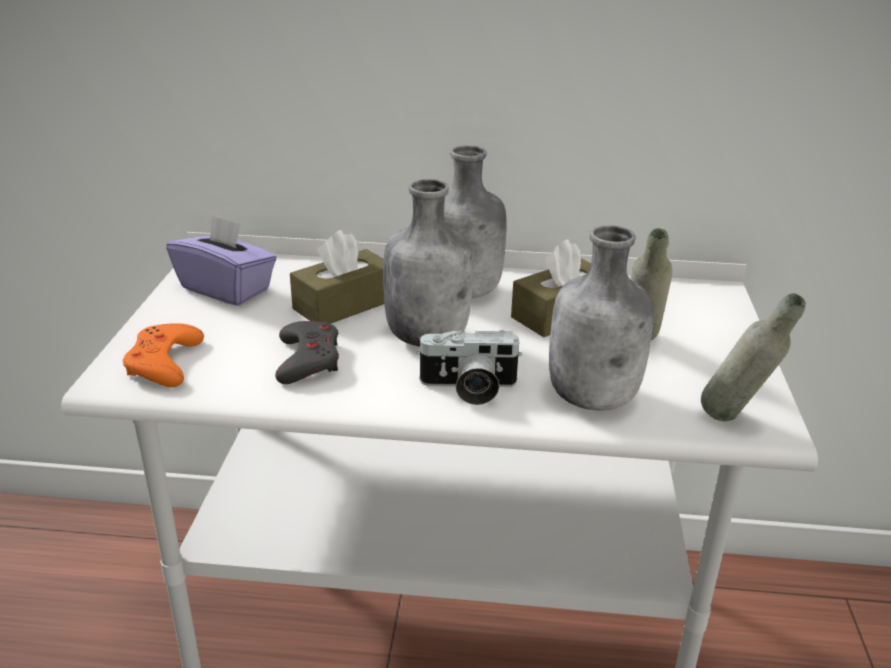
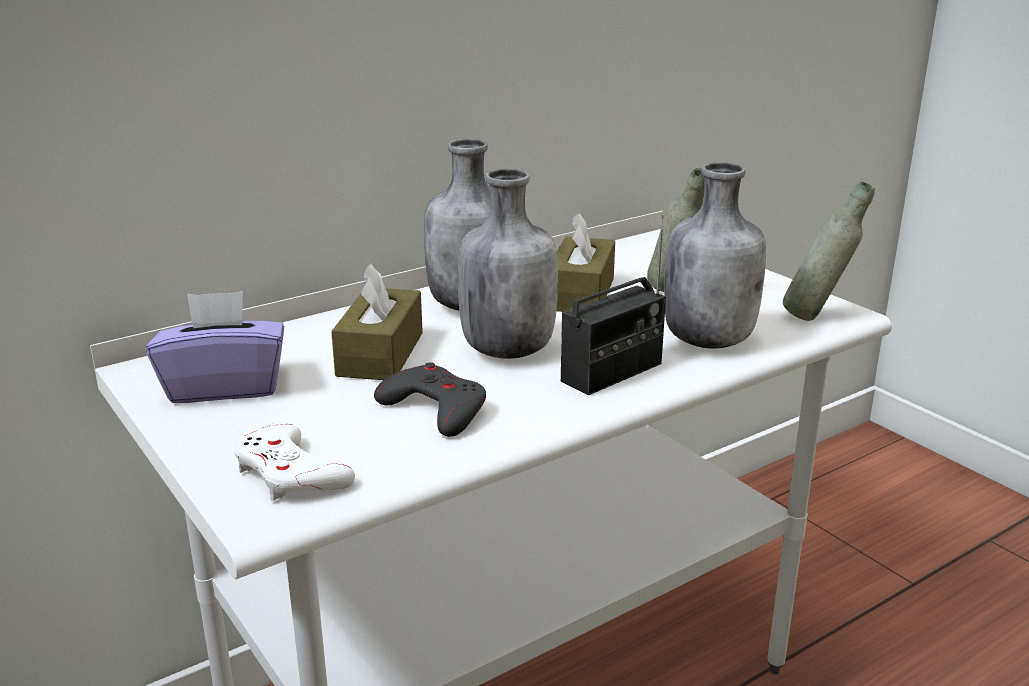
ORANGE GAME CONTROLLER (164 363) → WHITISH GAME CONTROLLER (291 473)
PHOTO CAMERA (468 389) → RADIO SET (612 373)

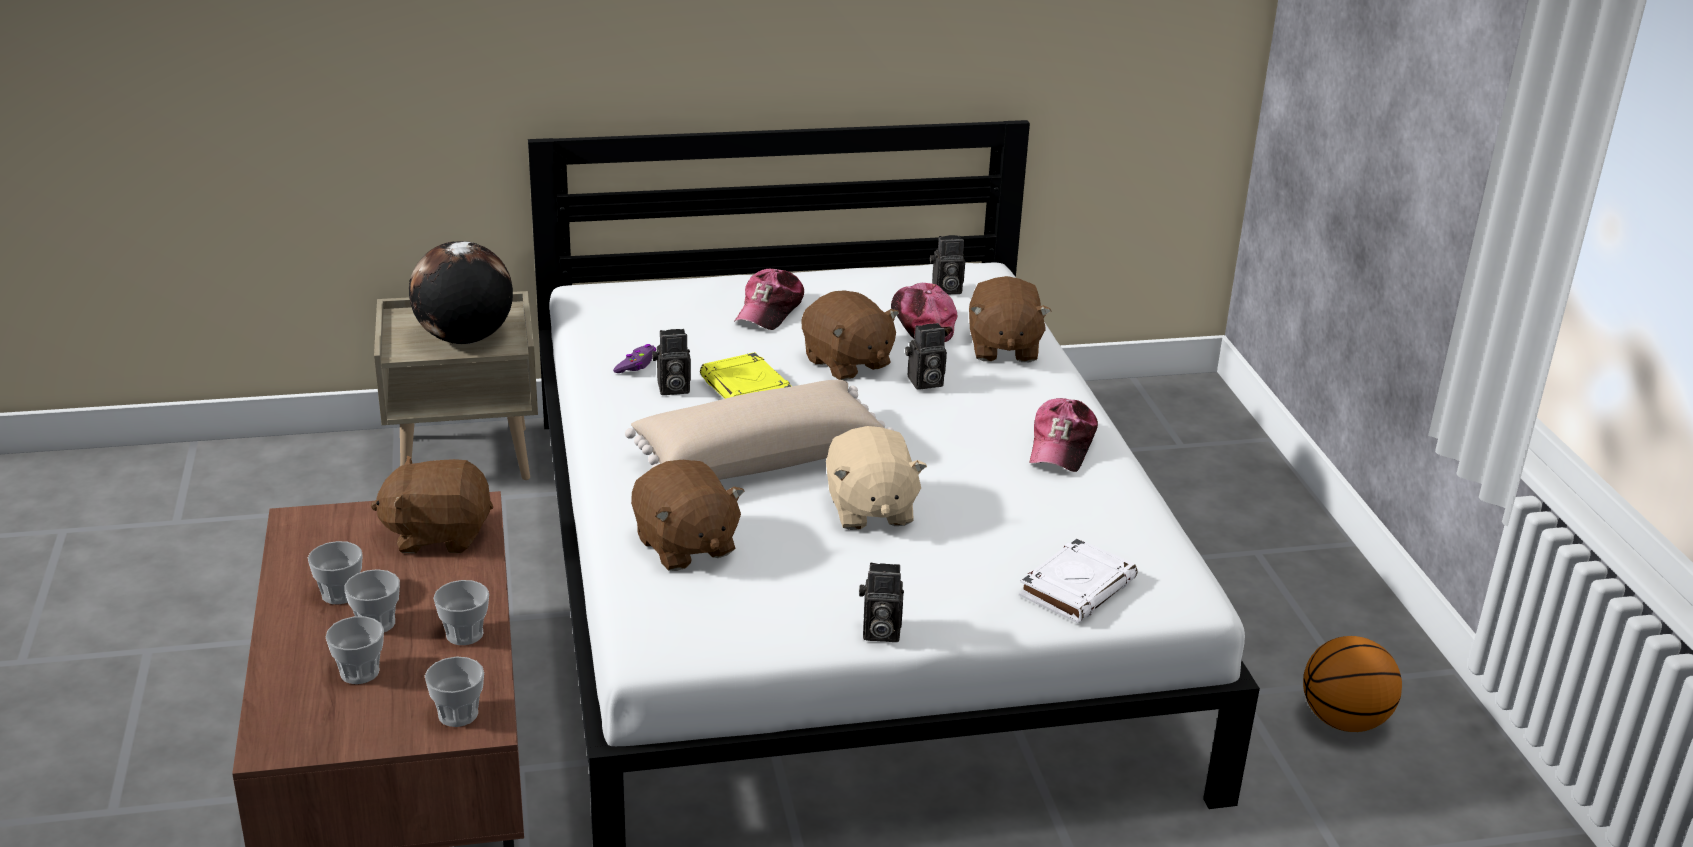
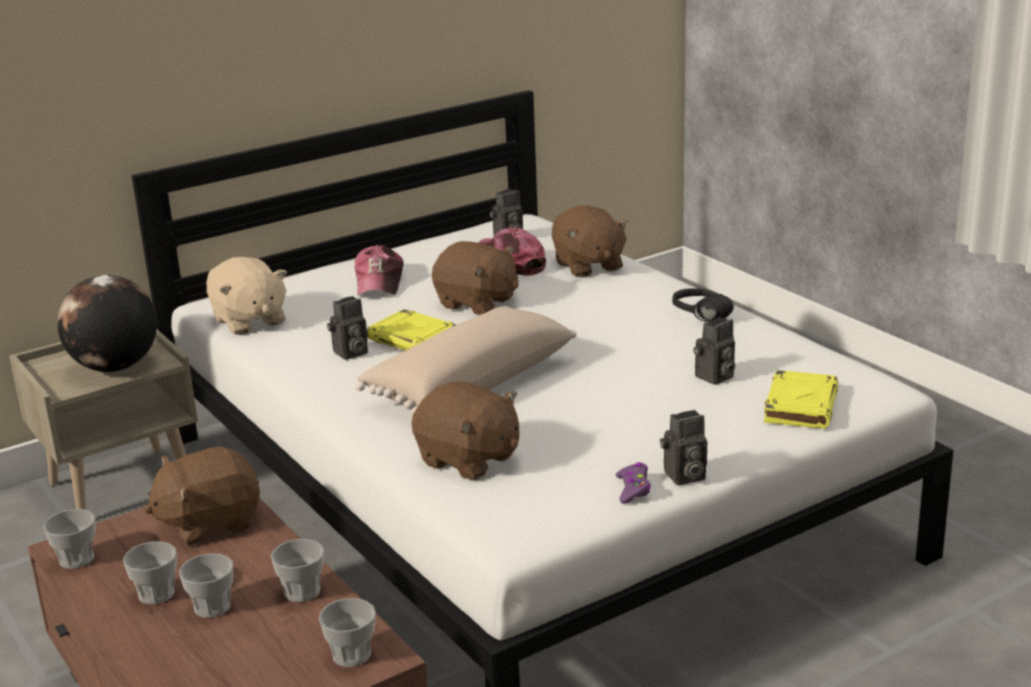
SMALL CUP (359 672) → SMALL CUP (76 559), moved
BEIGE SOFT TOY (869 510) → BEIGE SOFT TOY (249 321), moved
PURPLE-COLOURED GAME CONTROLLER (636 365) → PURPLE-COLOURED GAME CONTROLLER (633 489), moved
PEAKED CAP (1061 446) → BLACK-COLOURED HEADSET (696 318)
PHOTO CAMERA (924 383) → PHOTO CAMERA (715 377), moved
WHITISH VOLUME (1077 587) → YELLOW VOLUME (800 405)
BALL FOR BASKETBALL (1344 721) → -

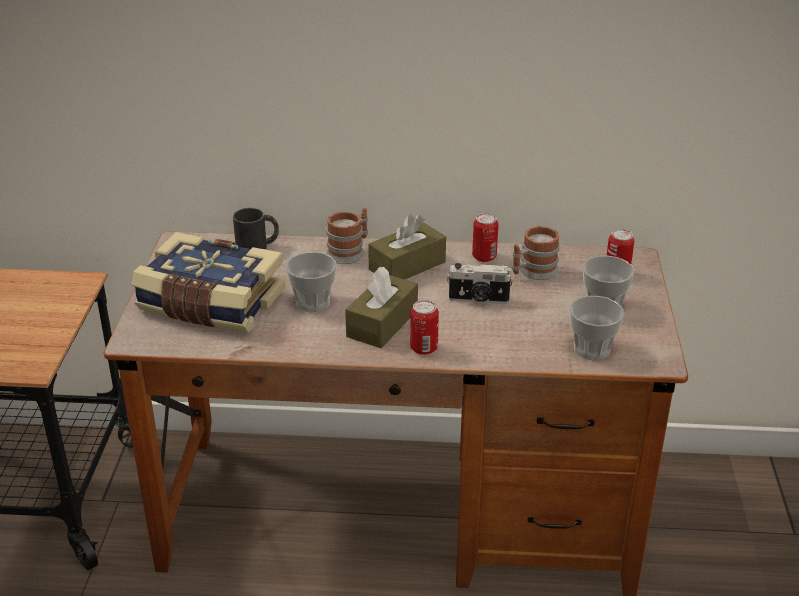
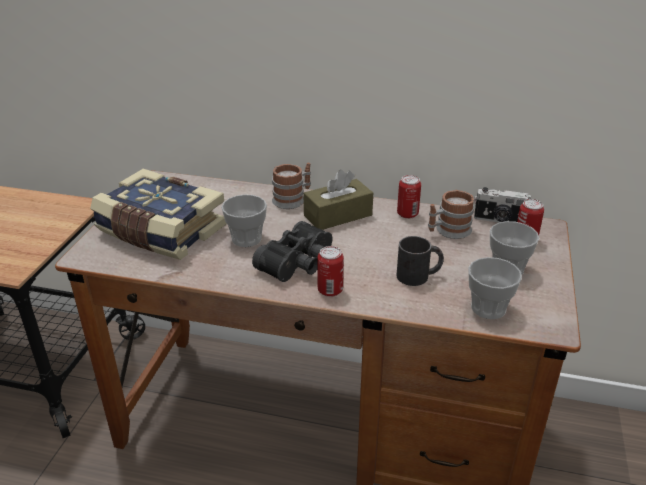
BROWNISH BOX OF TISSUES (382 323) → BLACK-COLOURED FIELD GLASSES (300 263)
BLACK-COLOURED TEA MUG (258 246) → BLACK-COLOURED TEA MUG (419 276), moved
PHOTO CAMERA (478 300) → PHOTO CAMERA (499 220), moved

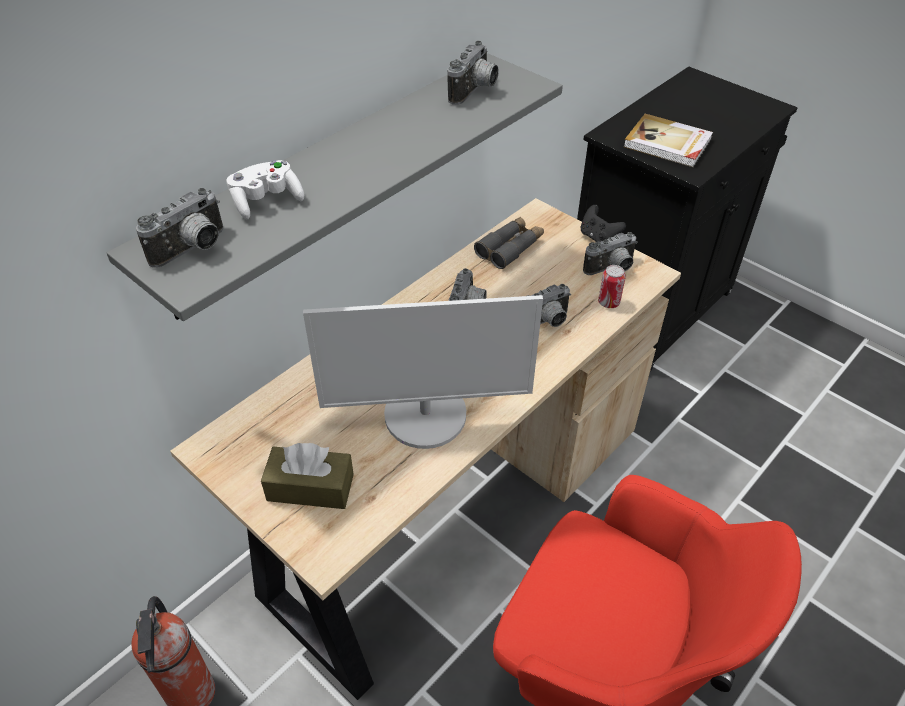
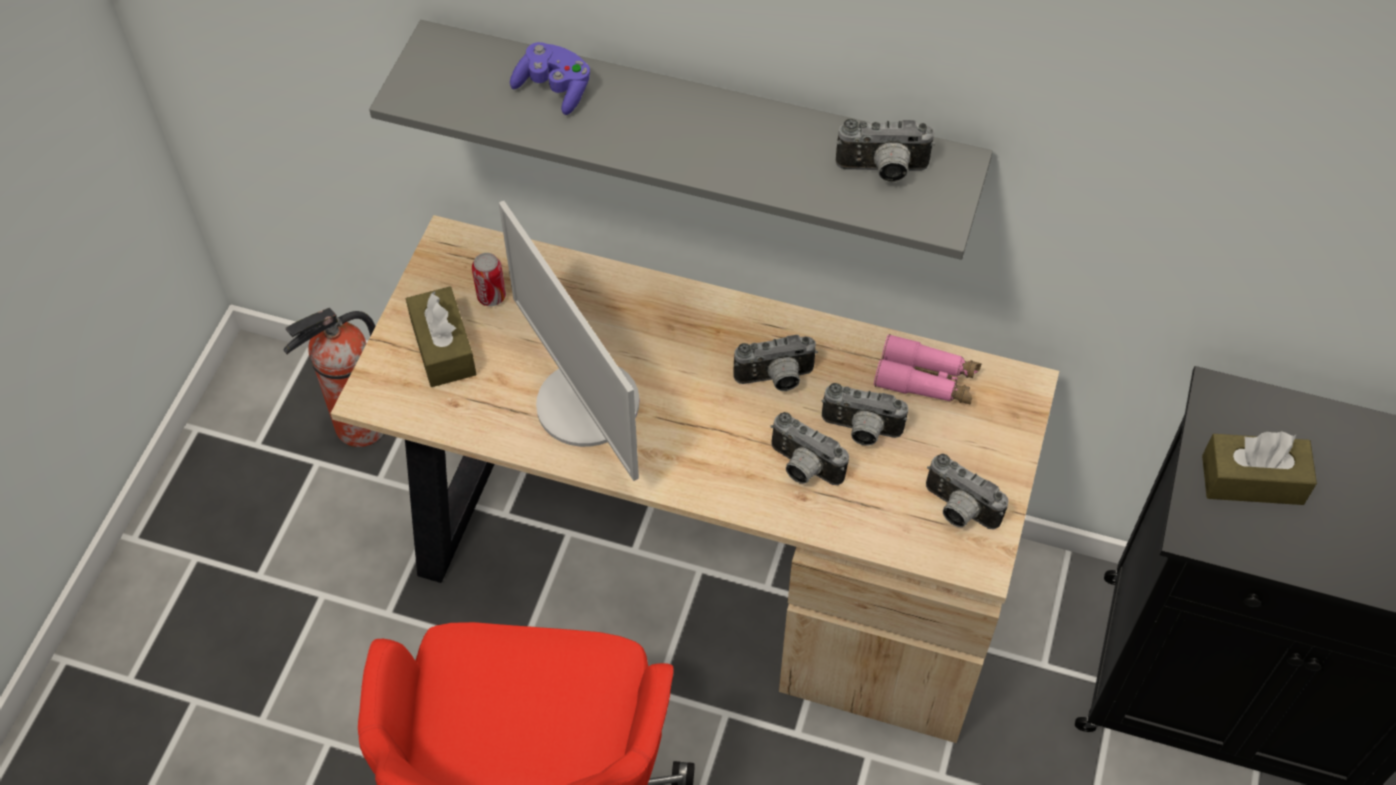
SEALED CAN (608 302) → SEALED CAN (491 296), moved
WHITISH GAME CONTROLLER (266 201) → PURPLE-COLOURED GAME CONTROLLER (554 89)
PHOTO CAMERA (193 250) → PHOTO CAMERA (860 431), moved
GREYISH FIELD GLASSES (510 248) → PINK FIELD GLASSES (926 380)
VOLUME (667 144) → BROWNISH BOX OF TISSUES (1252 480)
BLACK-COLOURED GAME CONTROLLER (598 237) → -

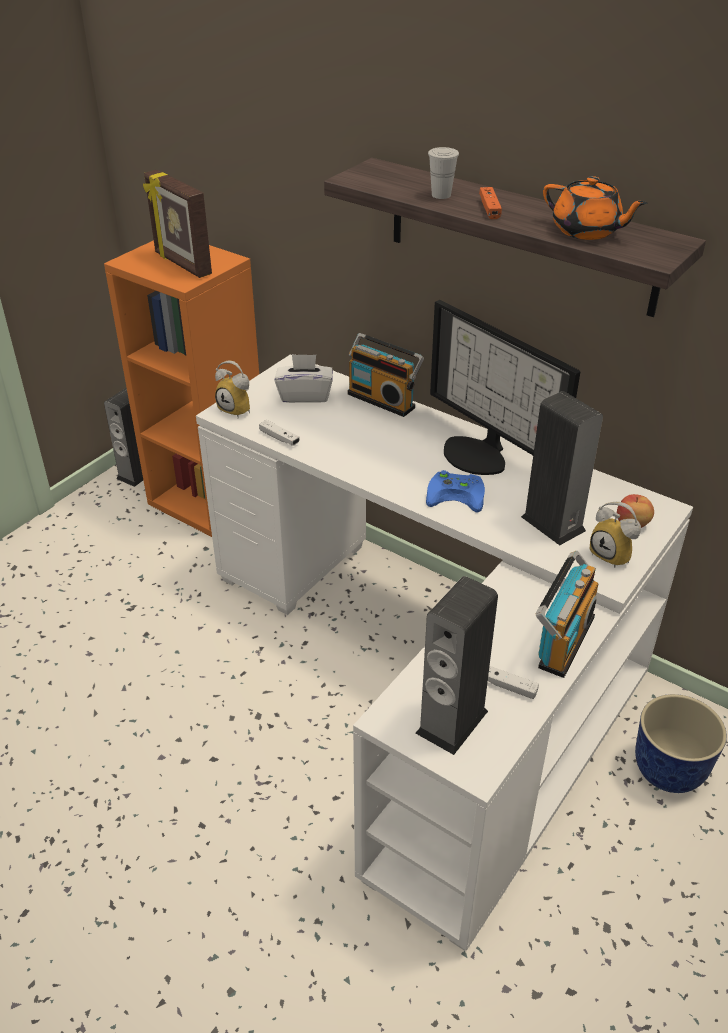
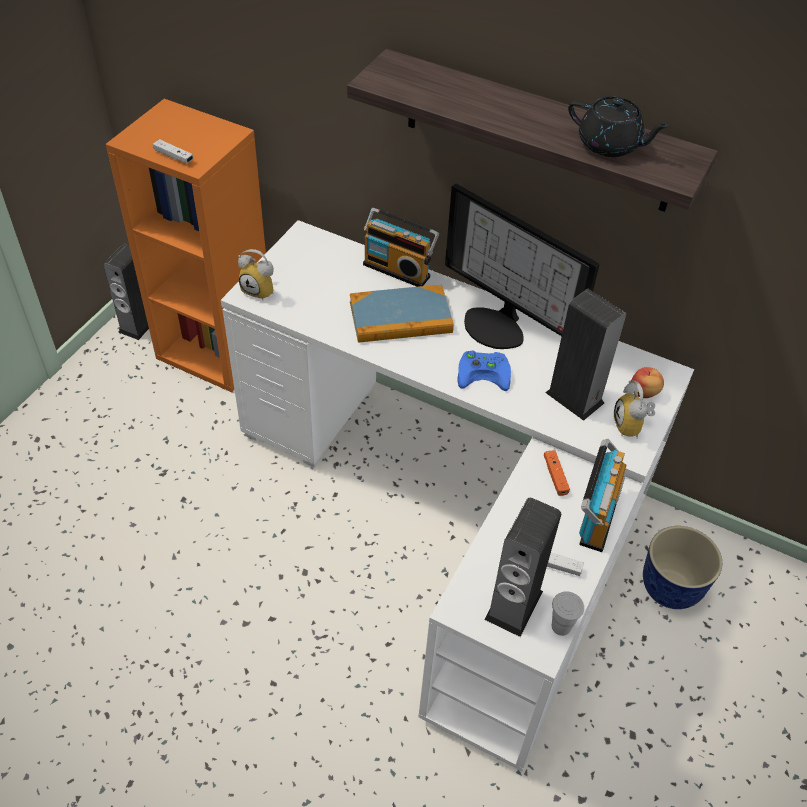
WHITISH GAME CONTROLLER (279 438) → WHITISH GAME CONTROLLER (173 156), moved
- → VOLUME (400 318)
ORANGE GAME CONTROLLER (489 209) → ORANGE GAME CONTROLLER (555 476), moved
WHITISH SMALL CUP (441 195) → WHITISH SMALL CUP (561 626), moved
ORANGE POT FOR TEA (587 231) → BLACK-COLOURED POT FOR TEA (610 145)
TABLE CLOCK (614 555) → TABLE CLOCK (632 427), 45 degrees clockwise
PHOTO FRAME (182 264) → -
WHITISH BOX OF TISSUES (305 395) → -

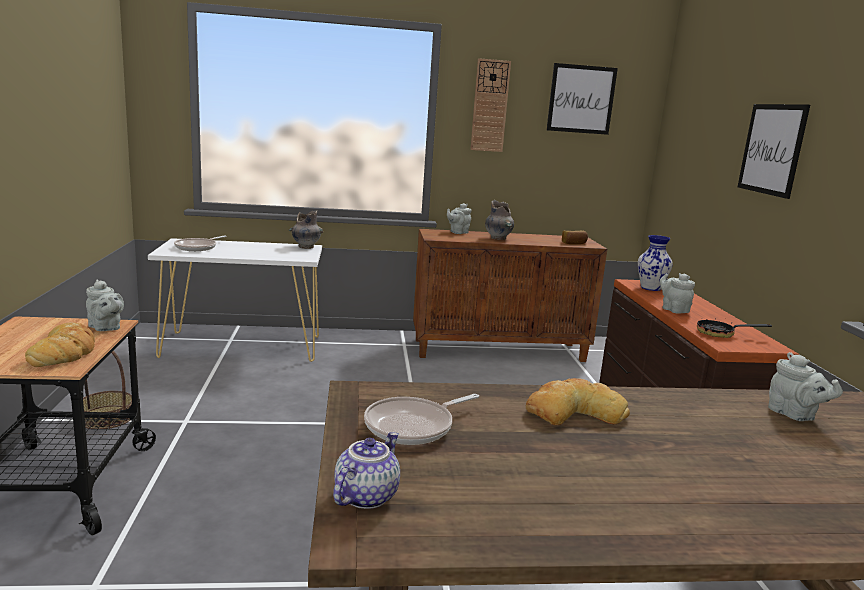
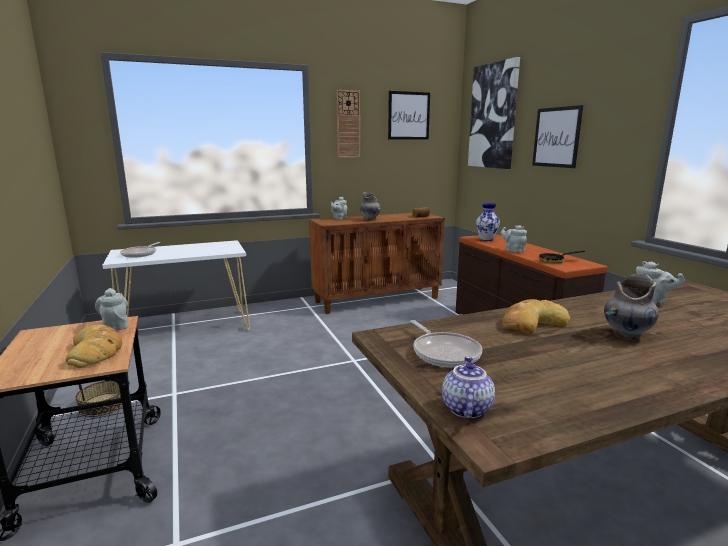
GREYISH POT FOR TEA (105 328) → GREYISH POT FOR TEA (115 326), 150 degrees counterclockwise
PAN (413 426) → PAN (444 353), 60 degrees counterclockwise
- → WALL PICTURE (493 116)
GREYISH DECORATIVE VASE (305 247) → GREYISH DECORATIVE VASE (626 335), moved

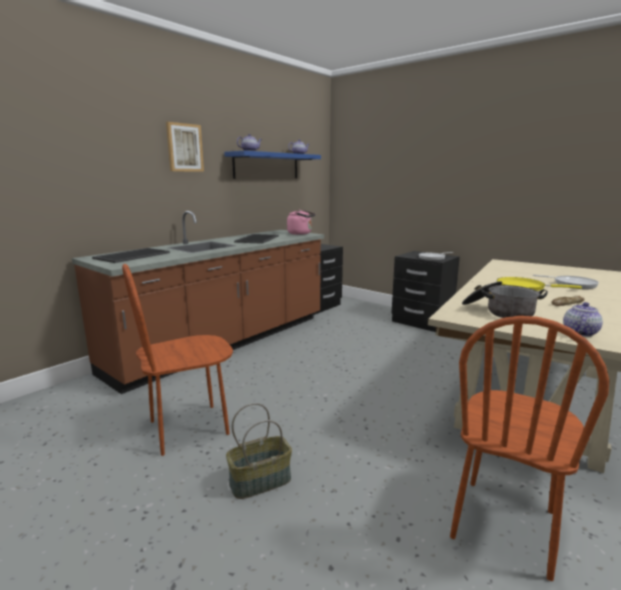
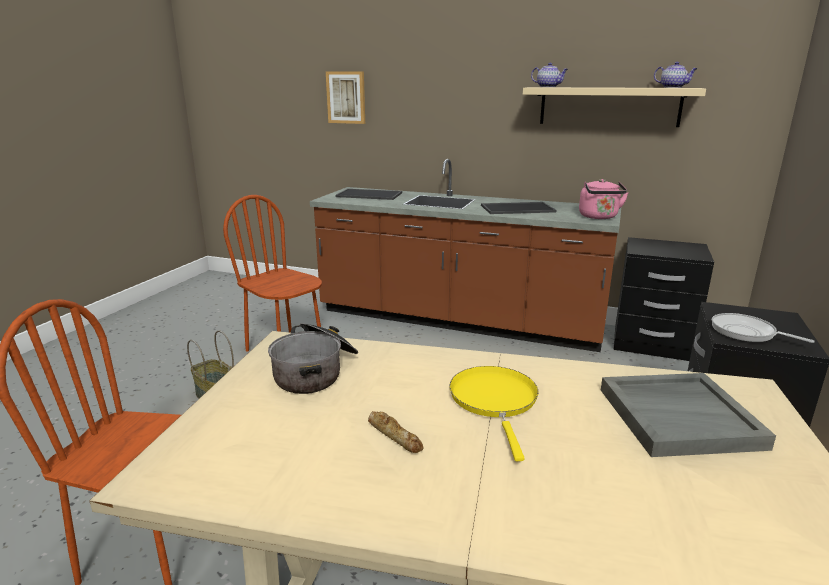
WALL PICTURE (184 147) → WALL PICTURE (346 97), moved
BLUISH SHELF (266 166) → BEIGE SHELF (609 106)
- → GREYISH TRAY (679 417)
PAN (572 284) → -
POT FOR TEA (579 332) → -

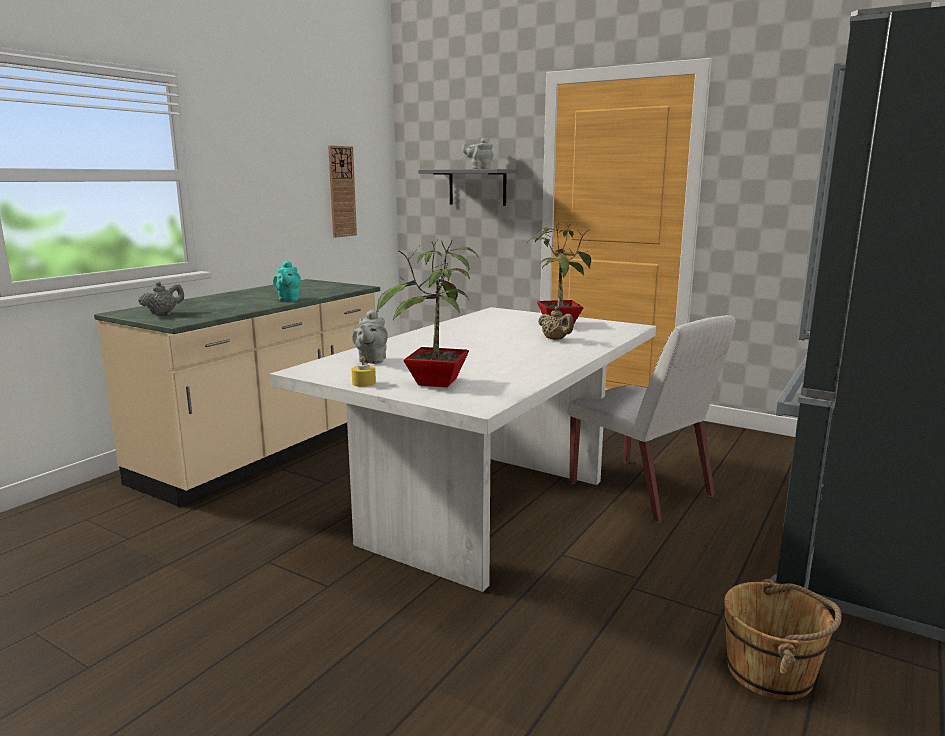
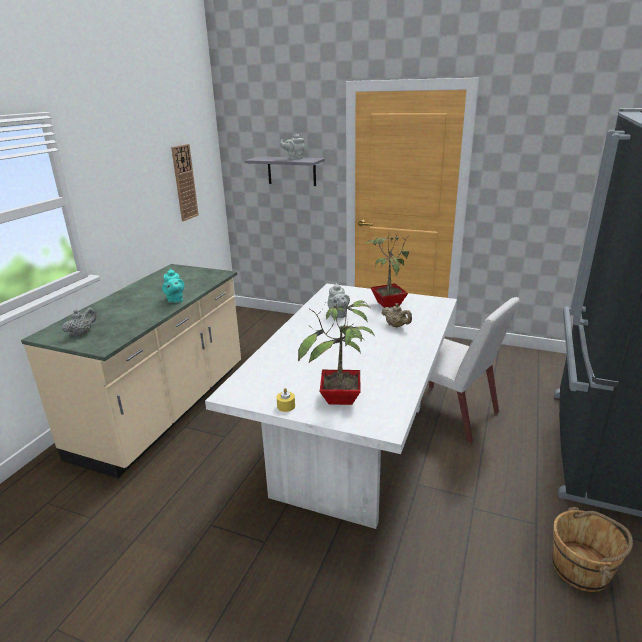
GREYISH POT FOR TEA (371 360) → GREYISH POT FOR TEA (337 315), moved

